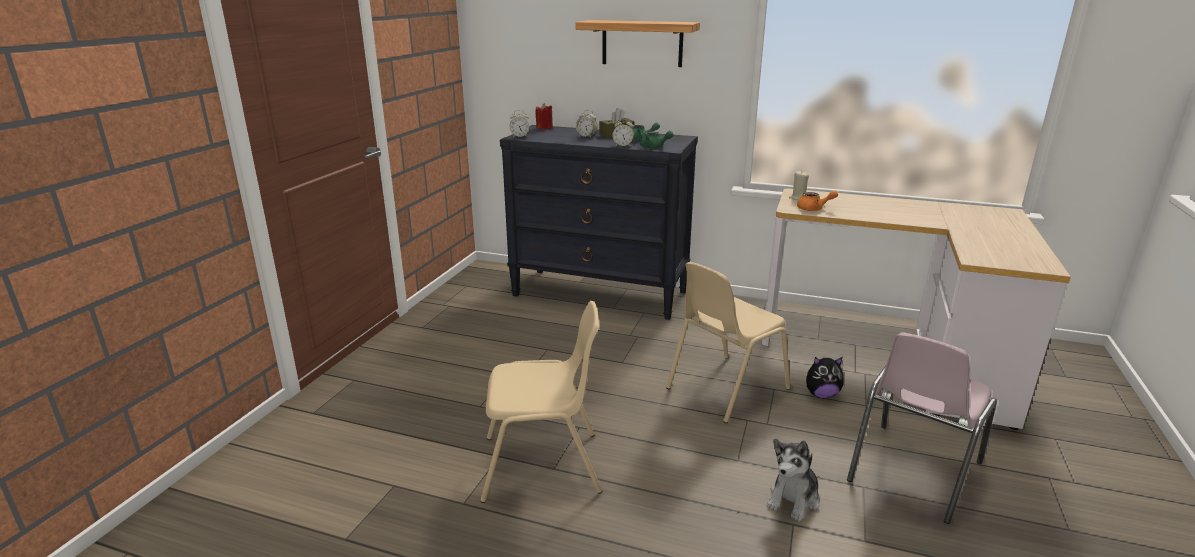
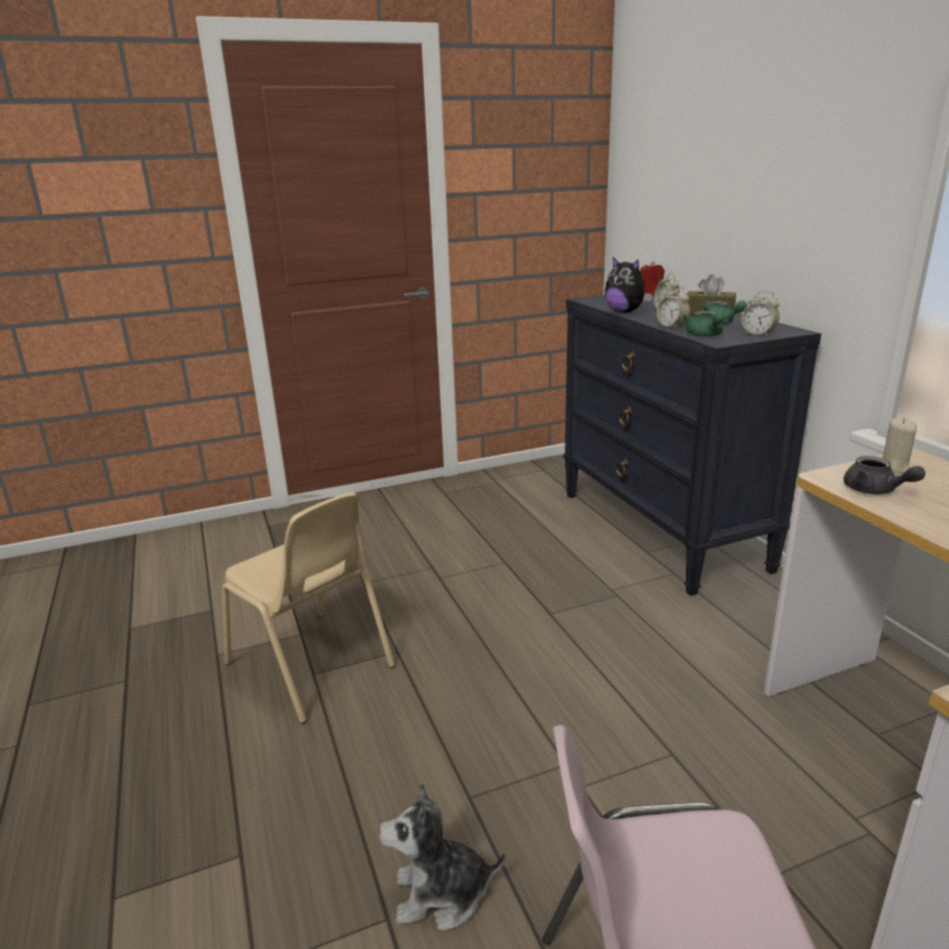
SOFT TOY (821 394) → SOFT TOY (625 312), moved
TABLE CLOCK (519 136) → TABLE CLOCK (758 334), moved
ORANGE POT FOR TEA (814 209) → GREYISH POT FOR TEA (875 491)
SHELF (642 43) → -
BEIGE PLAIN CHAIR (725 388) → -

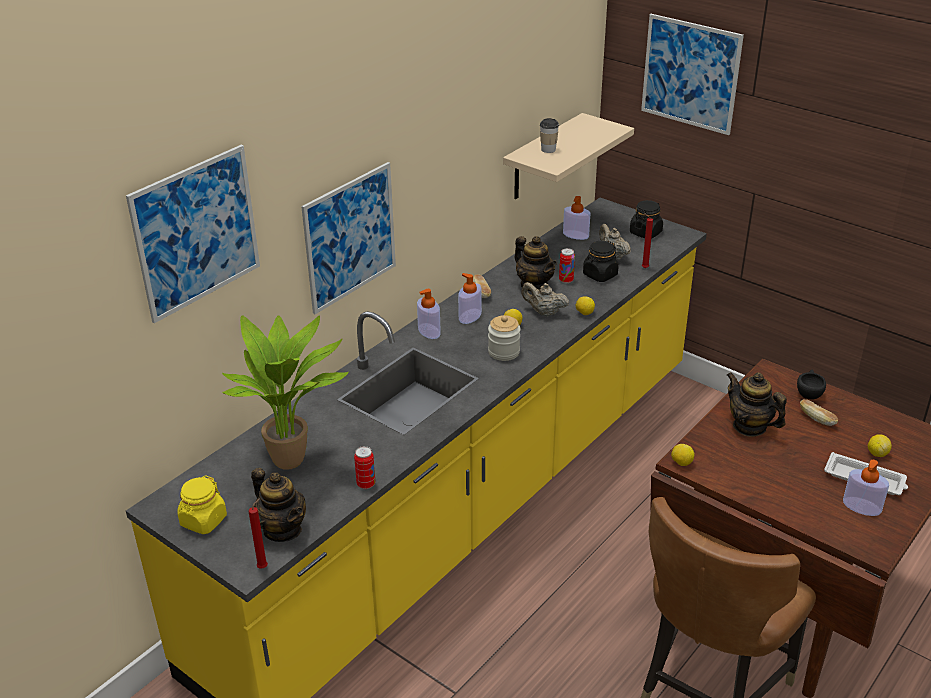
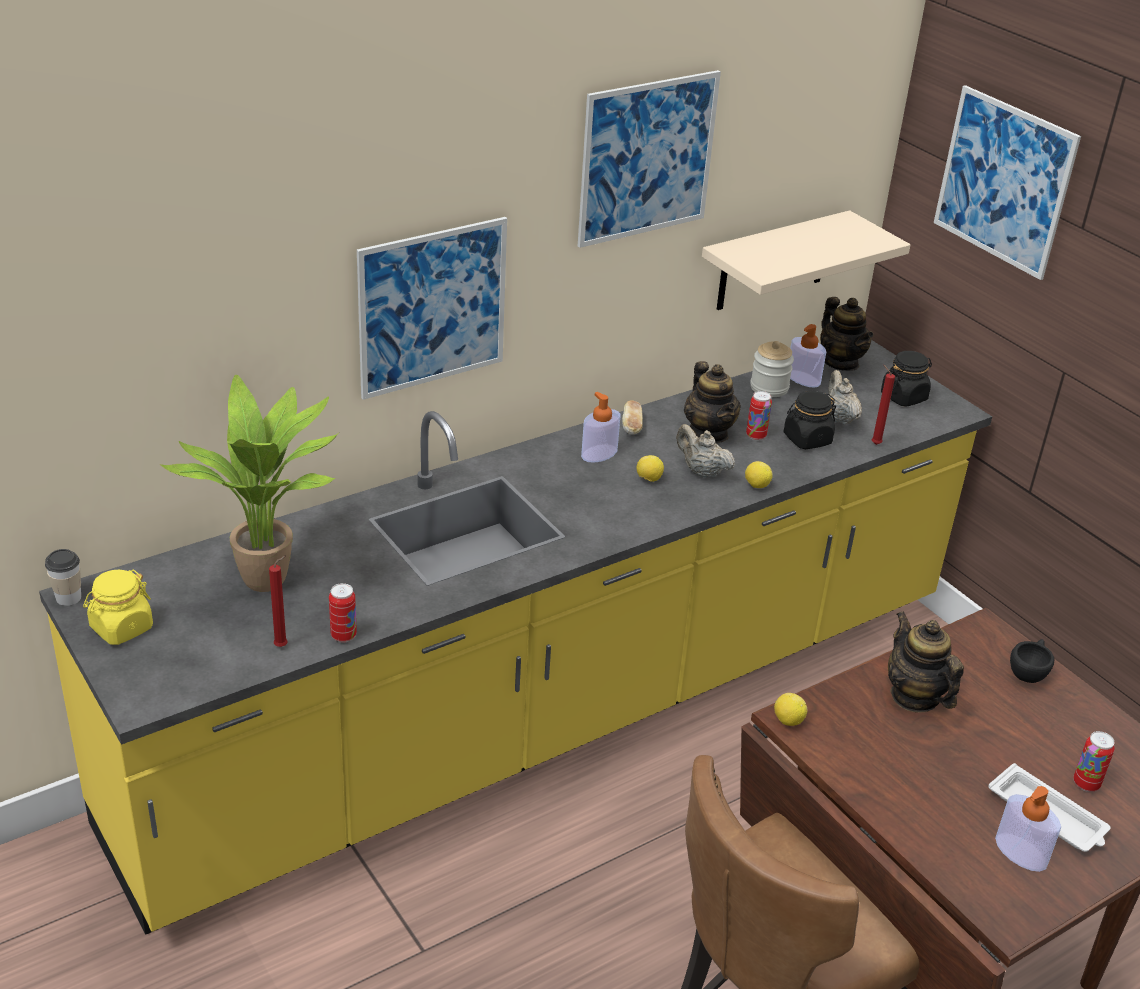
SMALL CUP (548 149) → SMALL CUP (68 598), moved
RED WAX LIGHT (264 566) → RED WAX LIGHT (283 646), moved
WALL PICTURE (196 233) → WALL PICTURE (647 158), moved
PRESERVE JAR (504 352) → PRESERVE JAR (769 388), moved
POT FOR TEA (282 529) → POT FOR TEA (841 362), moved
CITRUS FRUIT (877 453) → SEALED CAN (1086 784)
SOAP BOTTLE (429 331) → -
BAKERY BREAD (817 419) → -

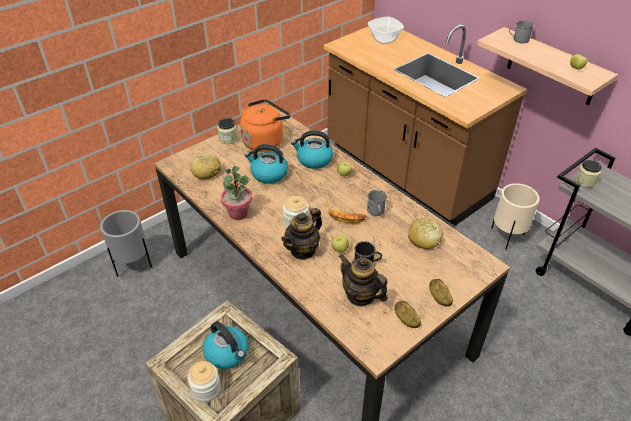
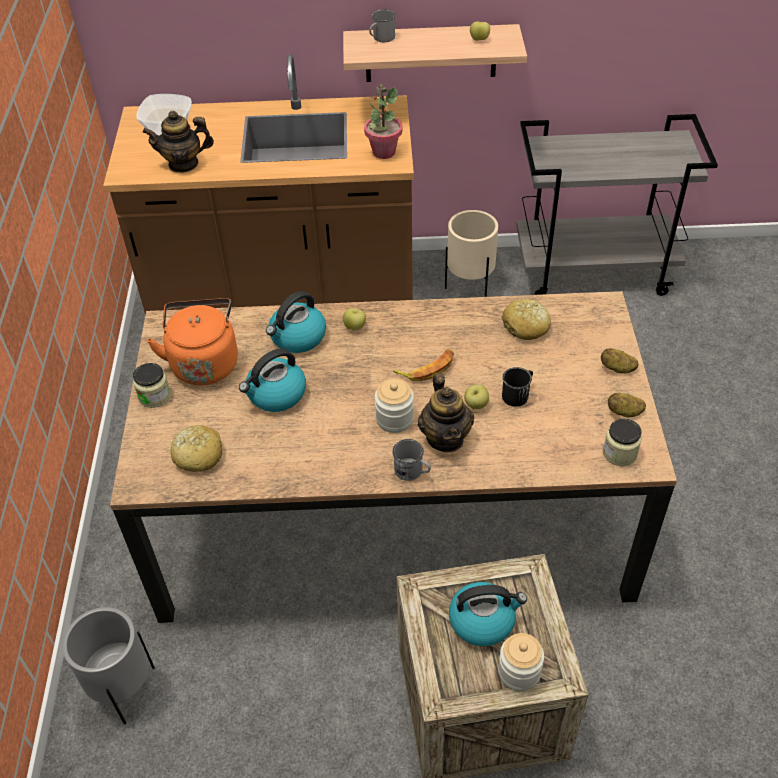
POT FOR TEA (360 296) → POT FOR TEA (183 164), moved
PLANT IN A POT (238 213) → PLANT IN A POT (383 152), moved
GREYISH TEA MUG (376 212) → GREYISH TEA MUG (412 471), moved
PRESERVE JAR (585 181) → PRESERVE JAR (619 453), moved

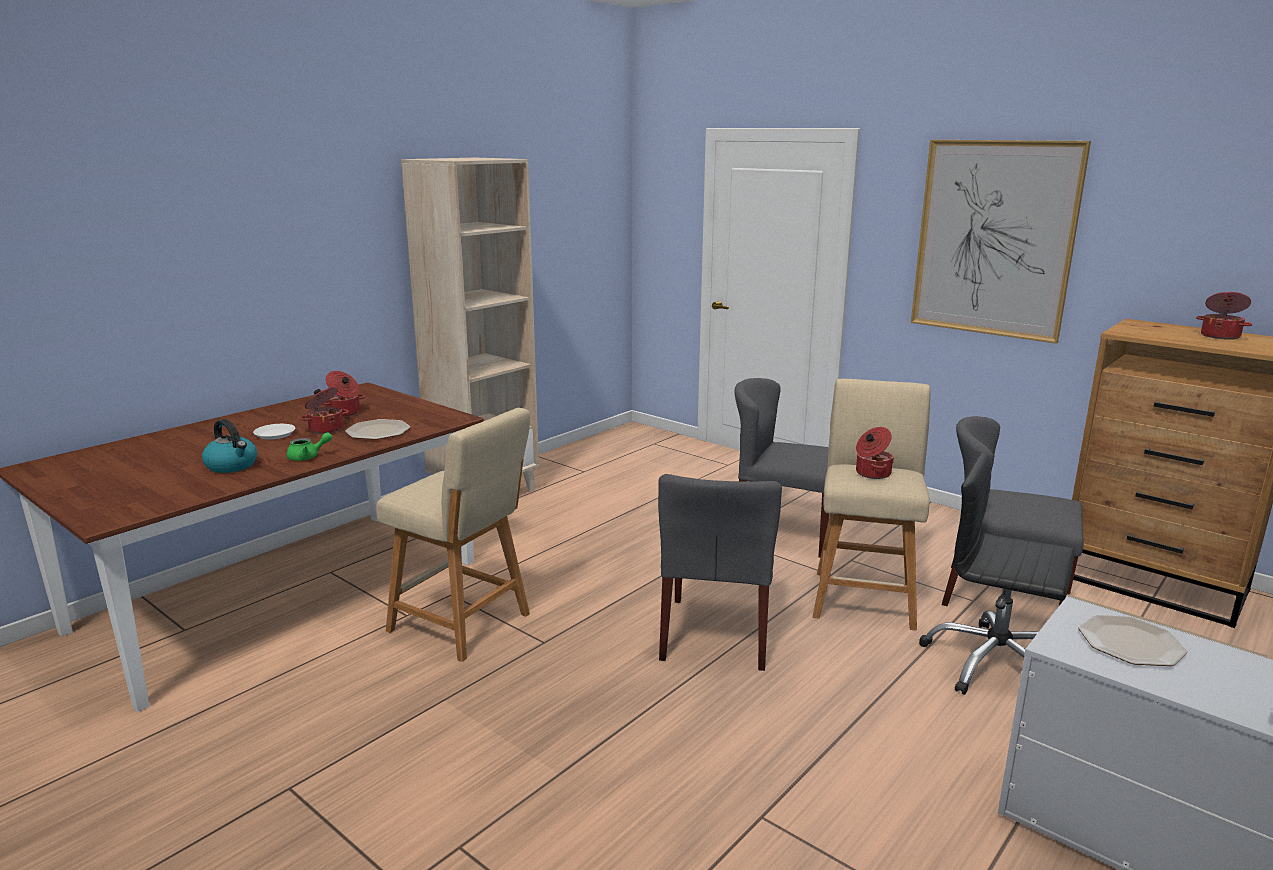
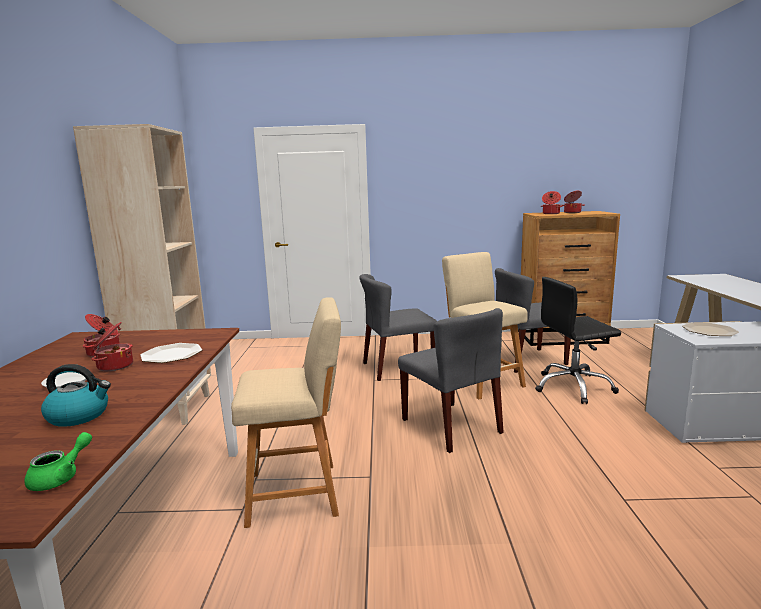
GREENISH POT FOR TEA (308 457) → GREENISH POT FOR TEA (61 477), moved
SAUCEPOT (872 473) → SAUCEPOT (550 213), moved
WALL PICTURE (994 239) → -

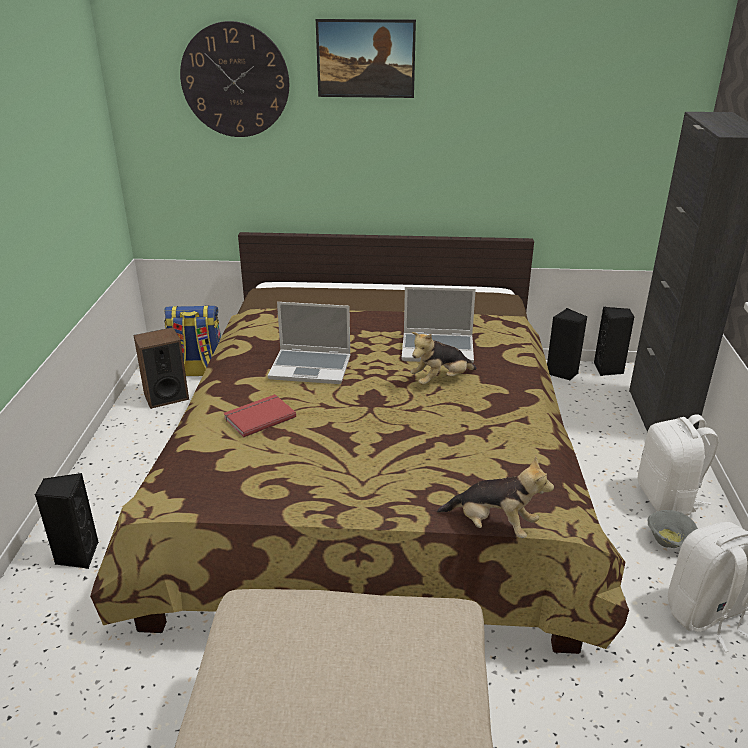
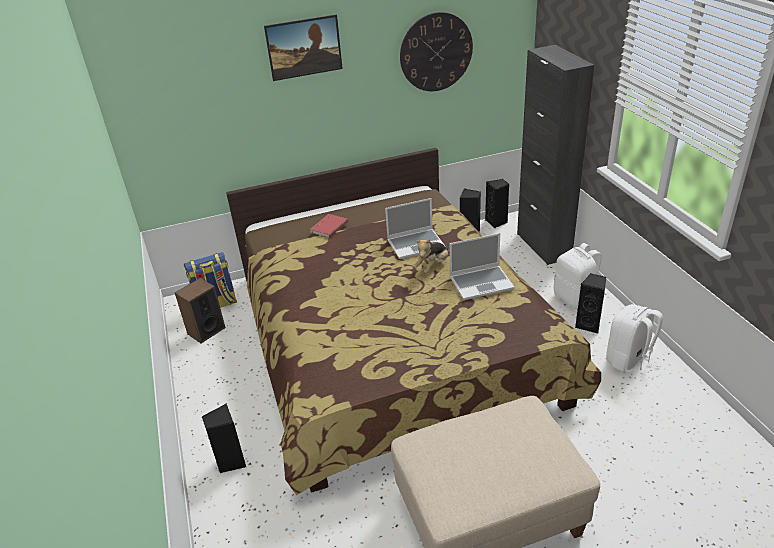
RED VOLUME (258 417) → RED VOLUME (328 227), moved
HANGING CLOCK (235 80) → HANGING CLOCK (436 52), moved
NOTEBOOK COMPUTER (311 367) → NOTEBOOK COMPUTER (481 283), moved
GREYISH BOWL (670 541) → BLACK-COLOURED LOUDSPEAKER (589 325)
SOFT TOY (493 525) → -

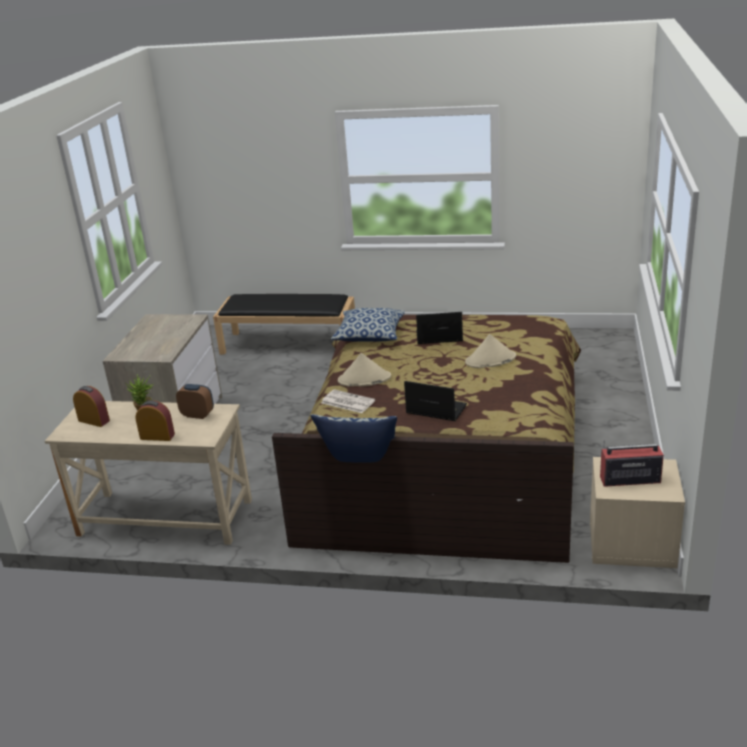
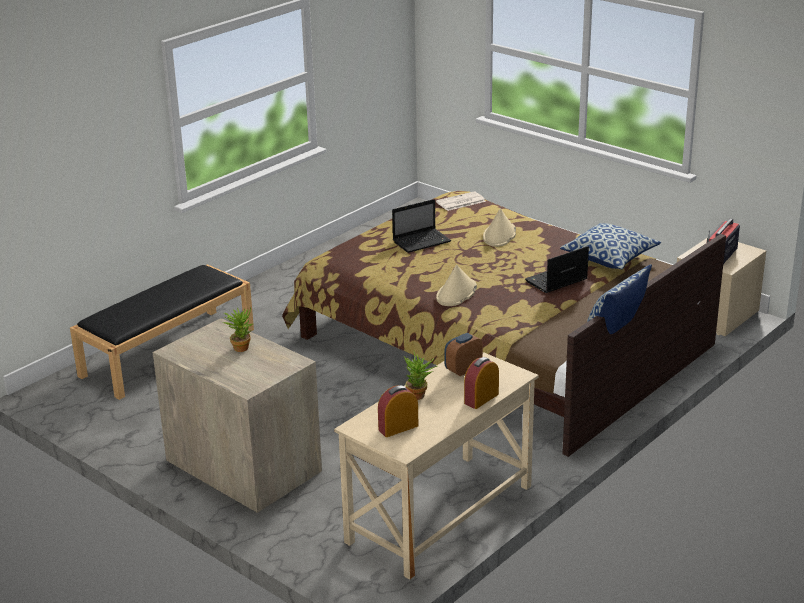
- → PLANT IN A POT (241 346)
NOTEBOOK COMPUTER (438 337) → NOTEBOOK COMPUTER (422 241), 150 degrees counterclockwise
DAILY PAPER (347 402) → DAILY PAPER (460 202), moved
THROW PILLOW (369 335) → THROW PILLOW (609 257), moved

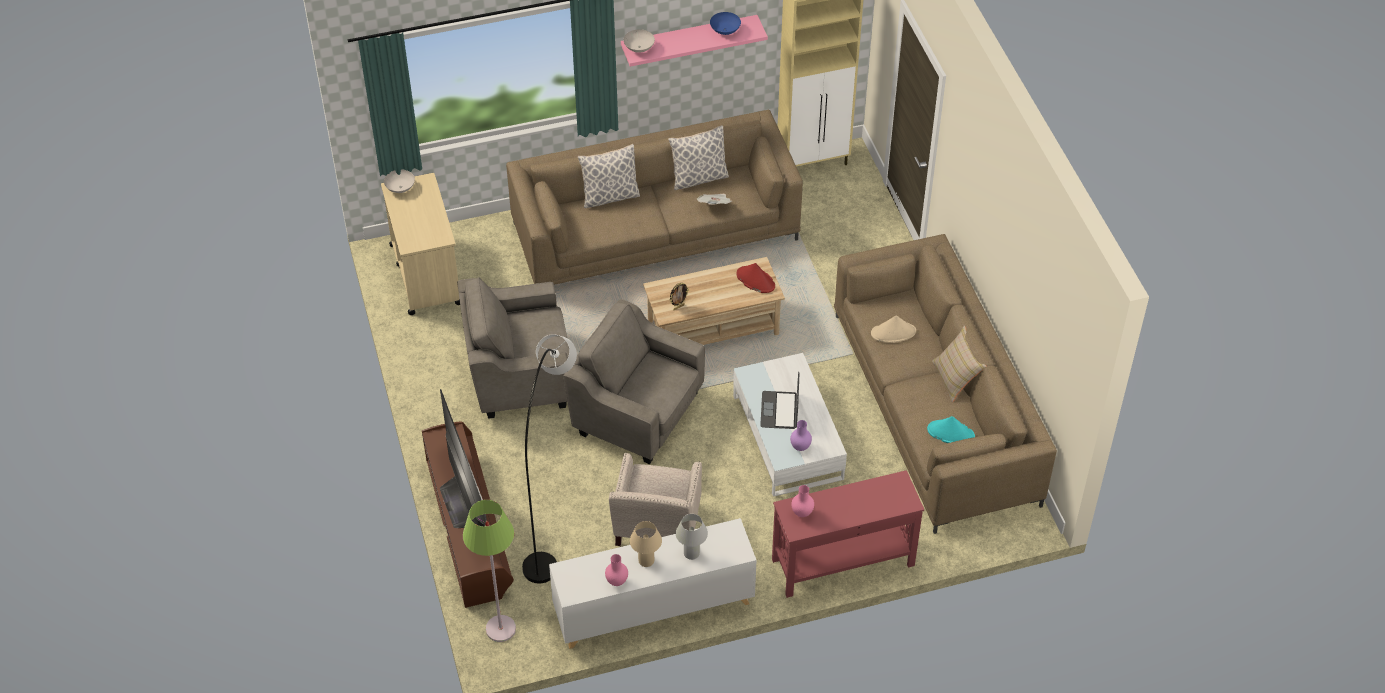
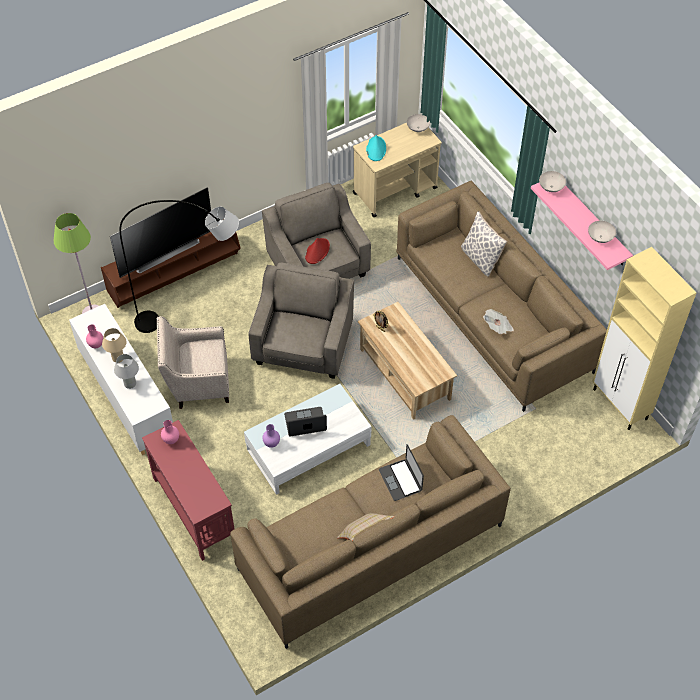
RED CLOTHING HAT (755 280) → RED CLOTHING HAT (317 251), moved
TURQUOISE-COLOURED CLOTHING HAT (950 433) → TURQUOISE-COLOURED CLOTHING HAT (376 149), moved
BEIGE CLOTHING HAT (893 332) → NOTEBOOK COMPUTER (400 480)
BLUISH BOWL (725 31) → WHITISH BOWL (600 238)
THROW PILLOW (698 178) → -

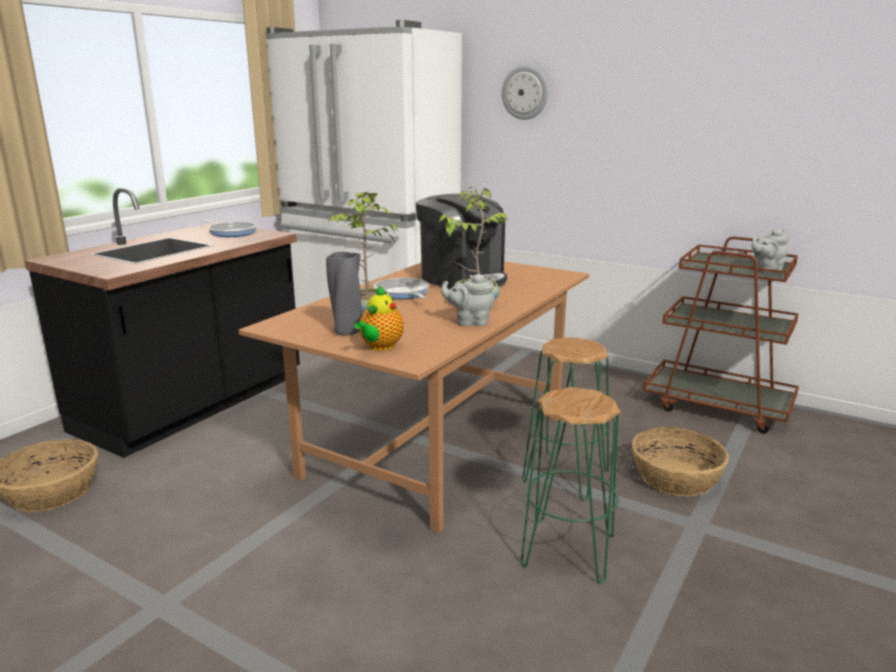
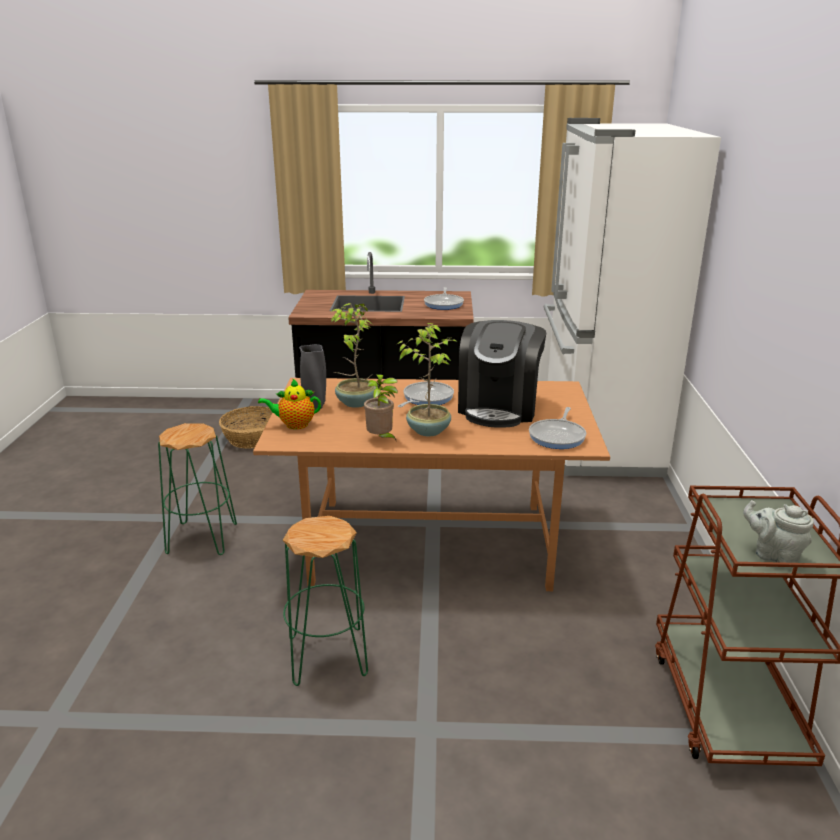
GREENISH SITTING STOOL (565 476) → GREENISH SITTING STOOL (202 538), moved
GREYISH POT FOR TEA (470 322) → PLANT IN A POT (381 439)
- → PAN (558 436)
HANGING CLOCK (525 92) → -
STORAGE BASKET (676 478) → -

